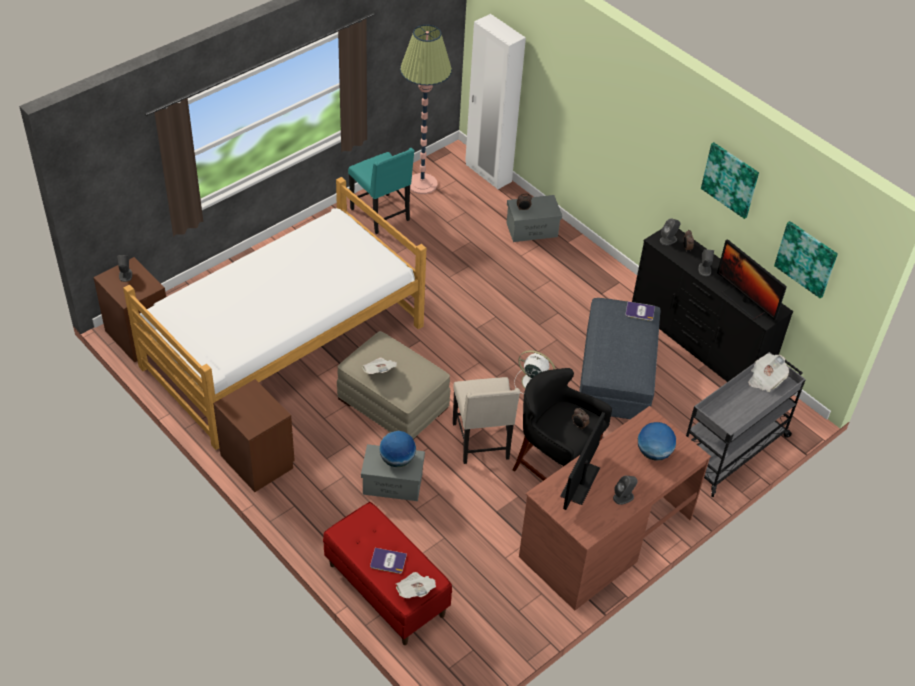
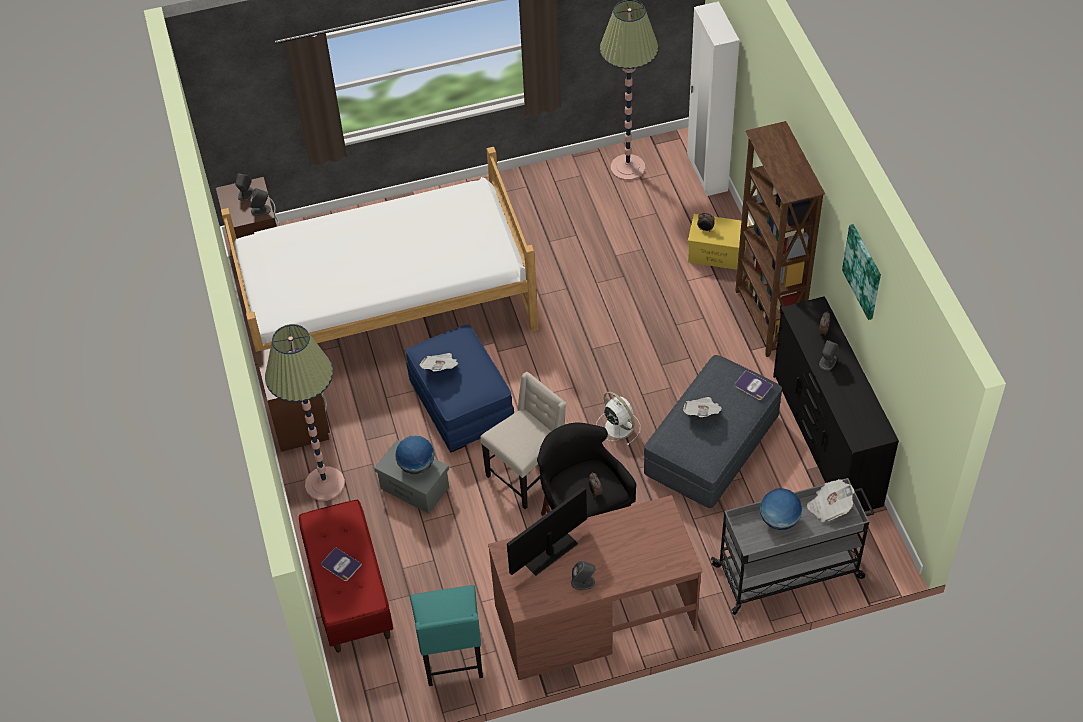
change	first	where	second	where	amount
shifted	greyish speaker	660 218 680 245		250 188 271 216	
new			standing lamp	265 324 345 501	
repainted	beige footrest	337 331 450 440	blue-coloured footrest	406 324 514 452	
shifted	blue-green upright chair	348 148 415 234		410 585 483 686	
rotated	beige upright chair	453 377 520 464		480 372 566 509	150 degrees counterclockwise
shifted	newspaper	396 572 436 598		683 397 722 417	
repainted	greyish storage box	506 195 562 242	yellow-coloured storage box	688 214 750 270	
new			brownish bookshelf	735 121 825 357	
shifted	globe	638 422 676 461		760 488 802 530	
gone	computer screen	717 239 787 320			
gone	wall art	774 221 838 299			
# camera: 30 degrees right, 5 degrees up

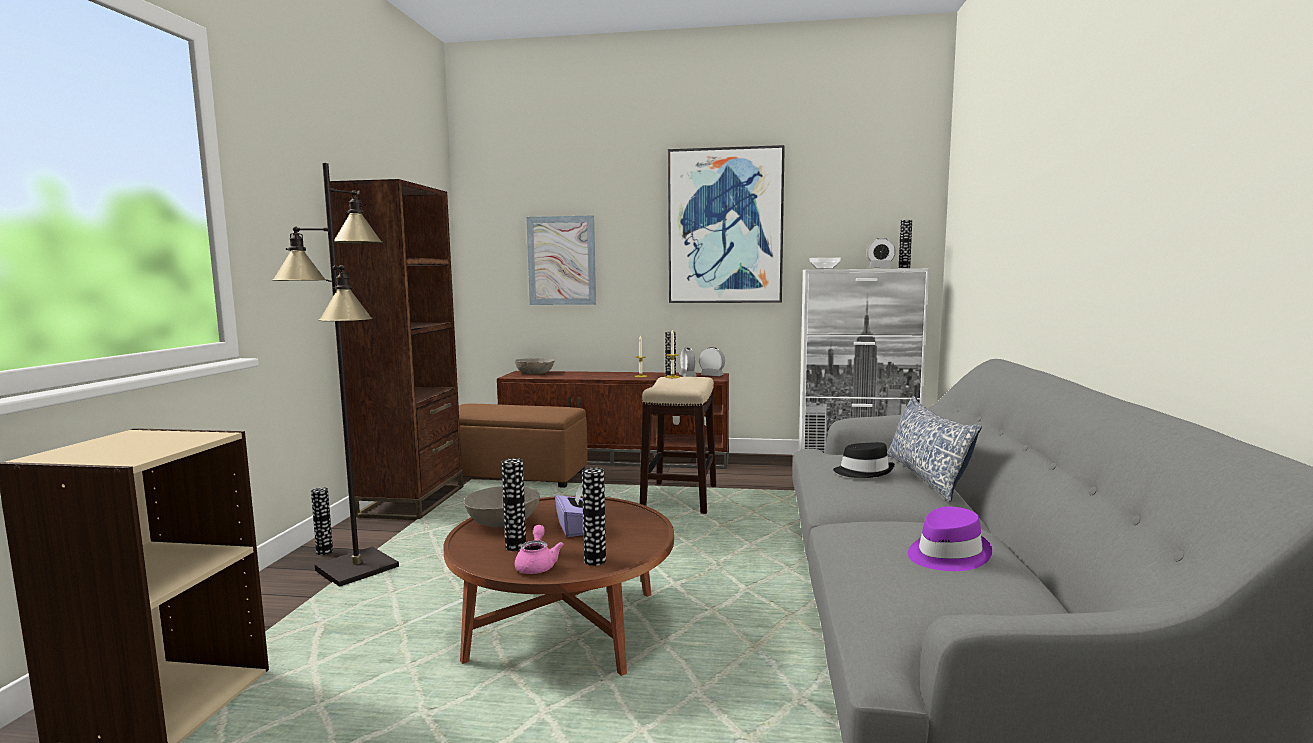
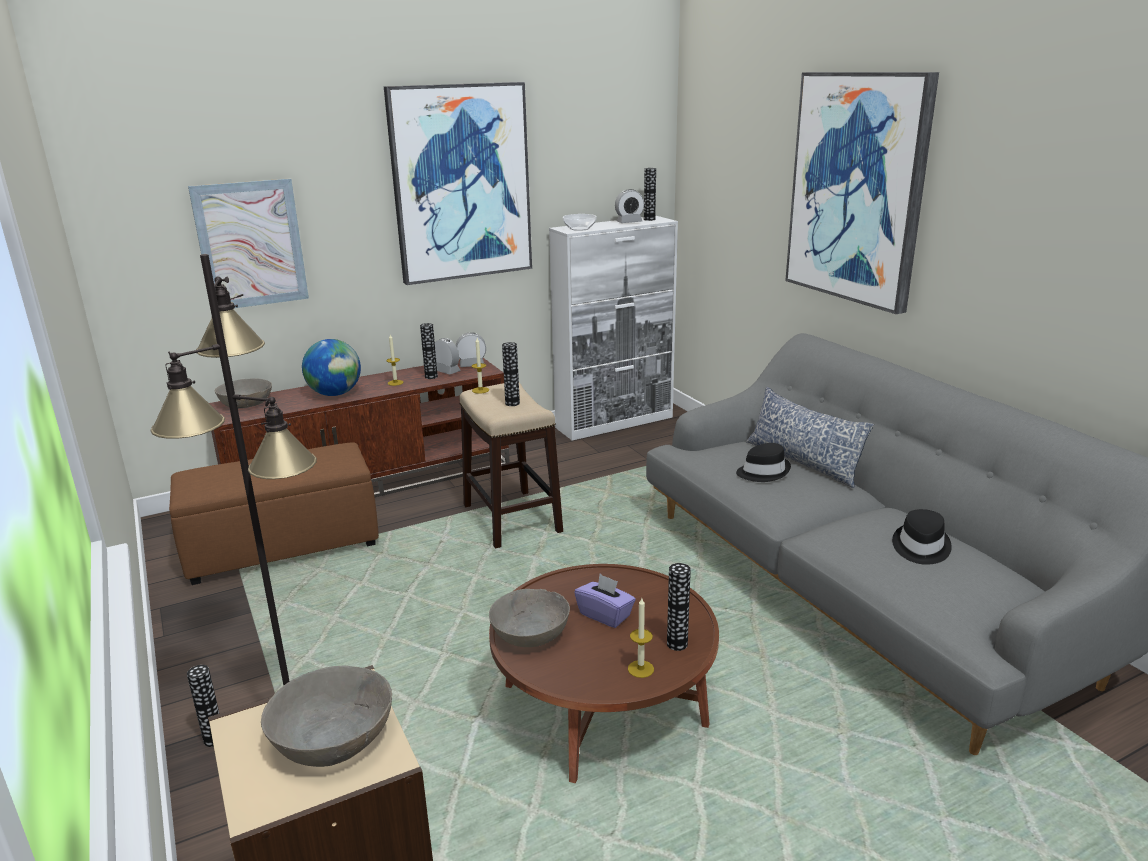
change	first	where	second	where	amount
new			greyish serving bowl	261 666 392 767	
new			globe	302 339 361 396	
shifted	decorative vase	501 458 526 551		502 342 520 406	
swapped	pinkish teapot	515 525 564 574	candle	628 598 654 678	
new			wall art	785 72 939 314	
repainted	purple clothing hat	908 507 992 571	black-coloured clothing hat	892 509 952 565	
gone	brownish bookshelf	330 179 463 520			
# camera: 35 degrees left, 15 degrees up

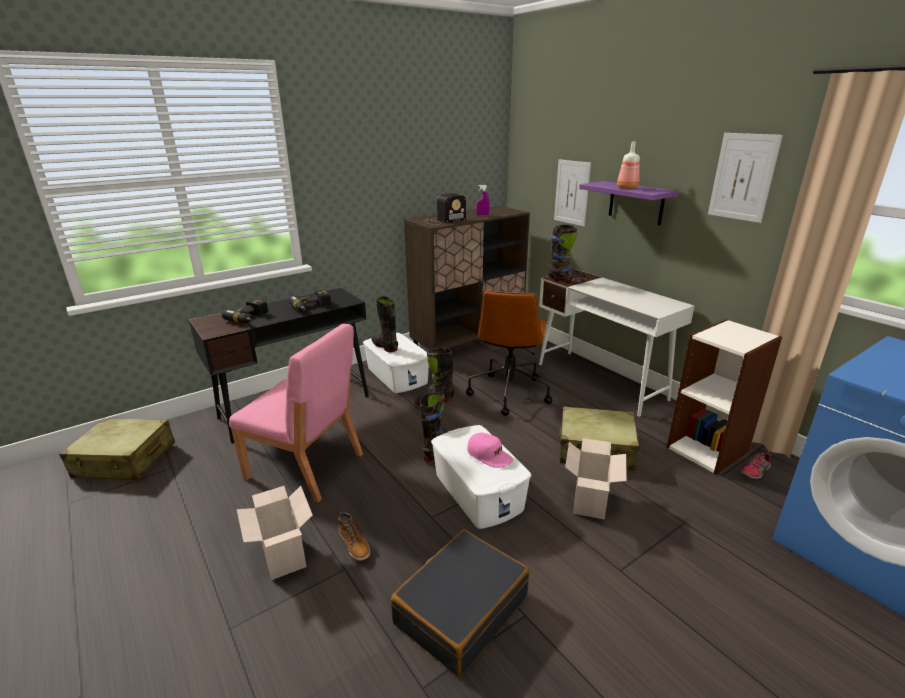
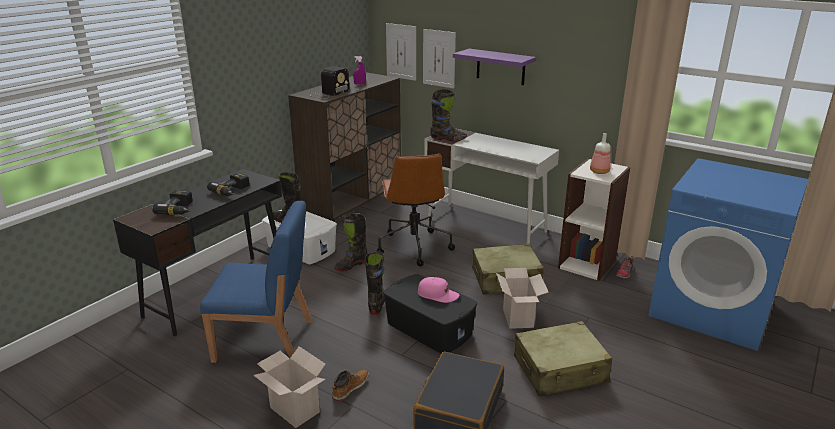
change	first	where	second	where	amount
repainted	pinkish upright chair	229 324 363 502	blue-coloured upright chair	200 201 313 363	
rotated	boot	338 512 370 561		332 370 369 401	90 degrees counterclockwise
repainted	whitish storage box	431 425 531 529	black-coloured storage box	383 274 478 353	
shifted	wall art	708 133 783 223		386 23 416 81	
shifted	beige travel case	60 418 175 480		514 321 612 397	
shifted	drink bottle	617 142 640 189		590 133 611 174	
# camera: 20 degrees left, 0 degrees up

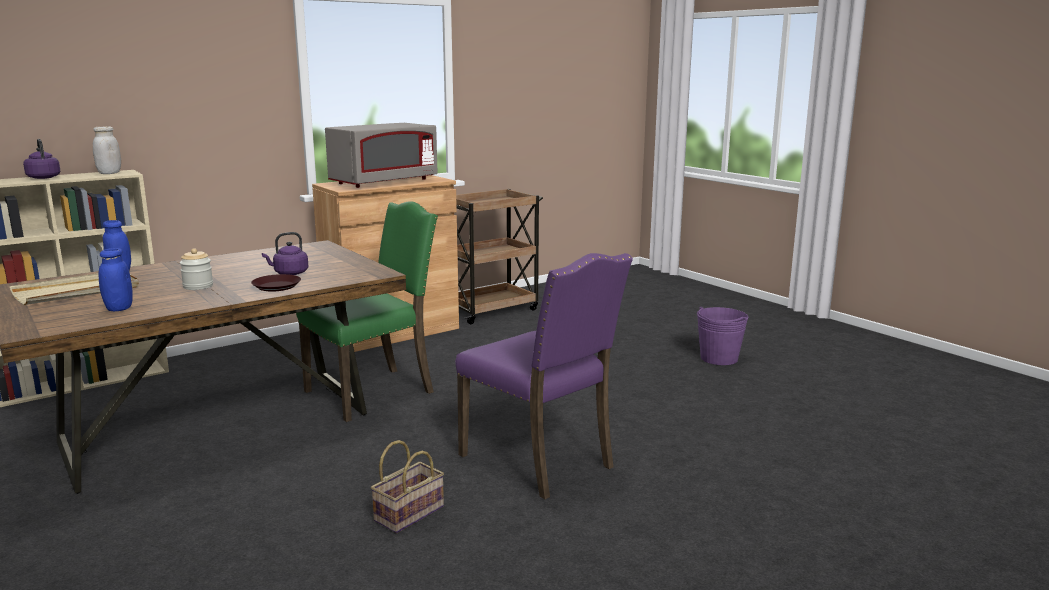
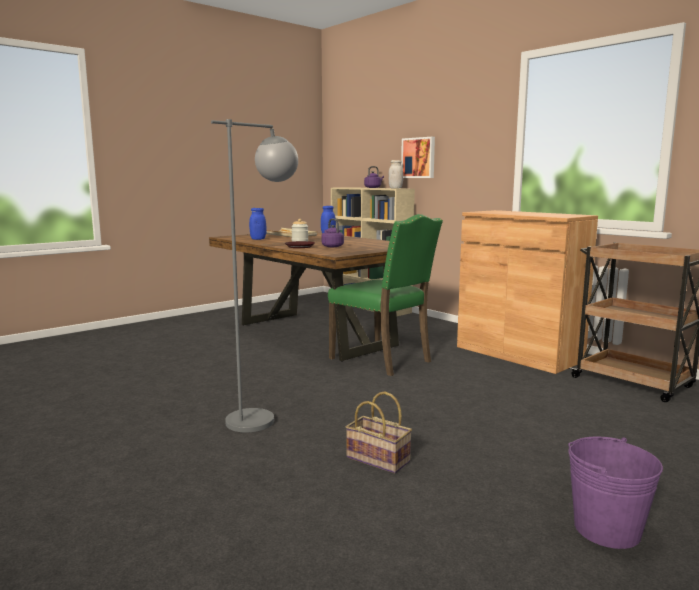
change	first	where	second	where	amount
swapped	purple upright chair	455 253 633 499	greyish standing lamp	211 119 298 433	
shifted	storage basket	371 440 444 533		346 391 412 473	
new			wall art	401 137 435 178	
gone	greyish microwave oven	325 123 437 188			
# camera: 85 degrees right, 5 degrees down

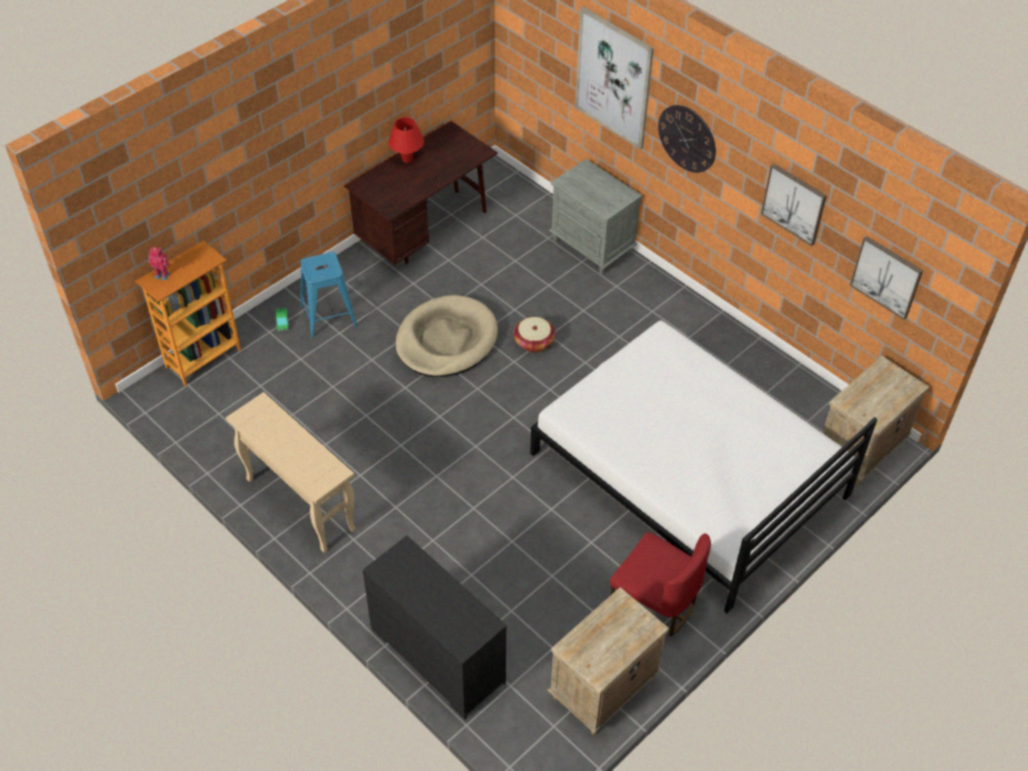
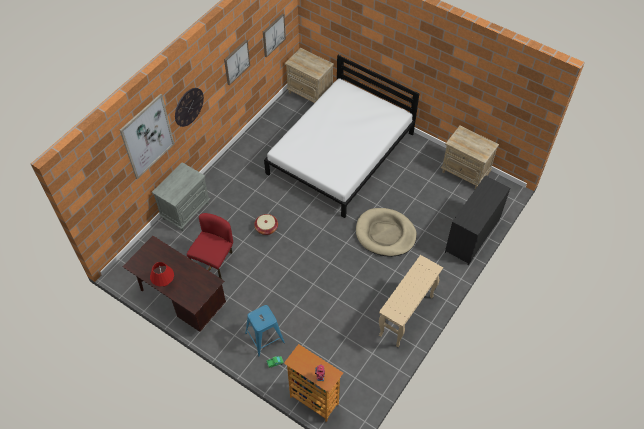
change	first	where	second	where	amount
shifted	red-coloured upright chair	610 532 711 637		187 213 233 279	
shifted	beige dog bed	396 295 498 377		356 208 417 257	
# camera: 100 degrees left, 5 degrees up

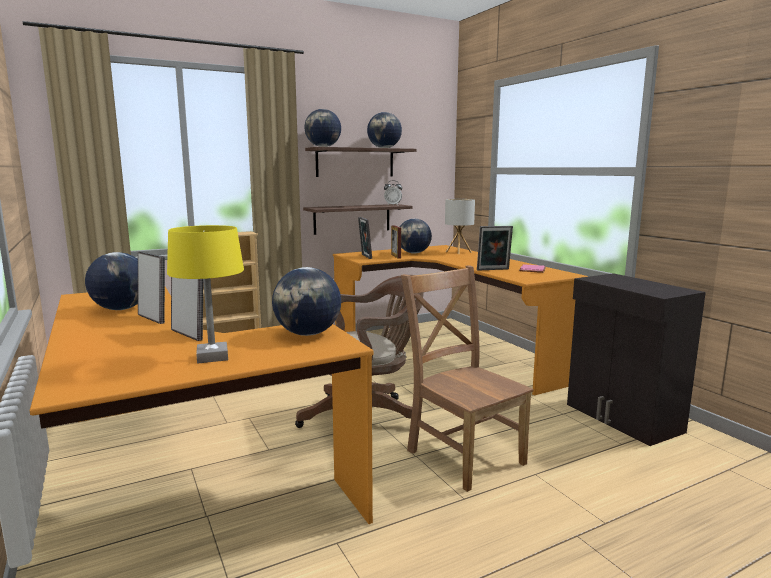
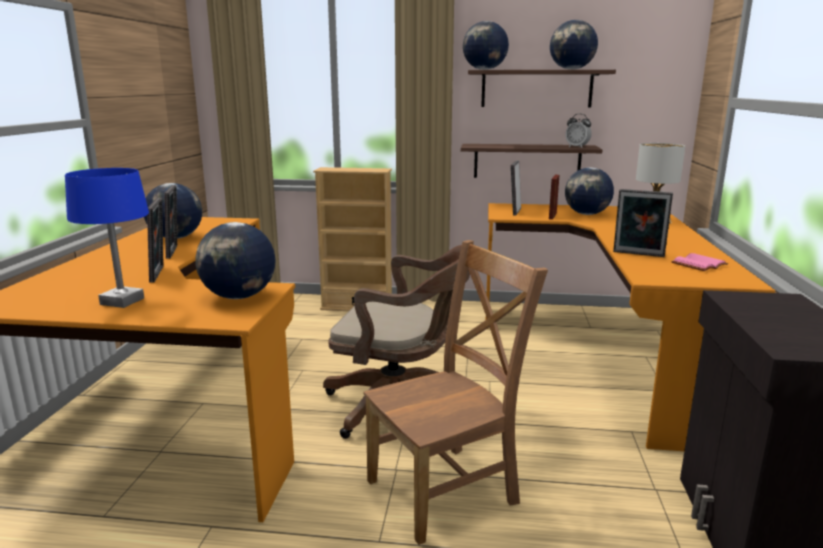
change	first	where	second	where	amount
repainted	yellow-coloured tabletop lamp	167 225 244 363	blue-coloured tabletop lamp	65 168 149 308	
rotated	brownish upright chair	401 265 534 492		363 240 548 545	60 degrees clockwise
# camera: 35 degrees right, 5 degrees up

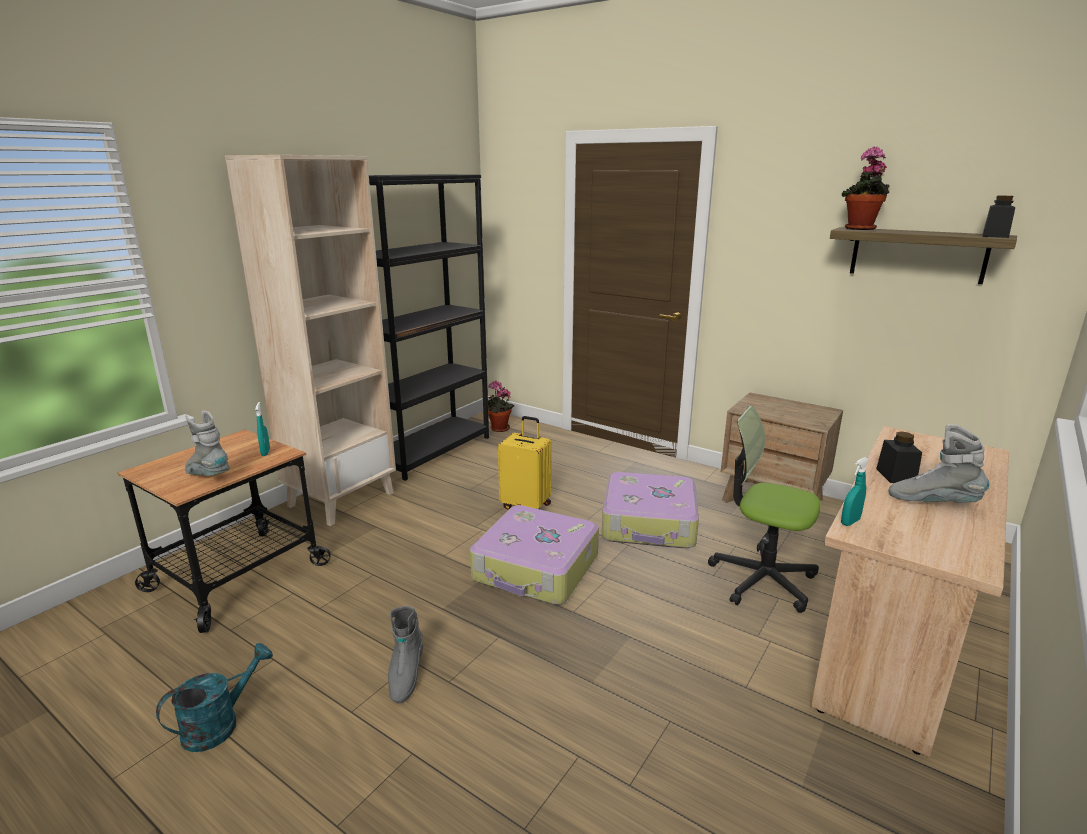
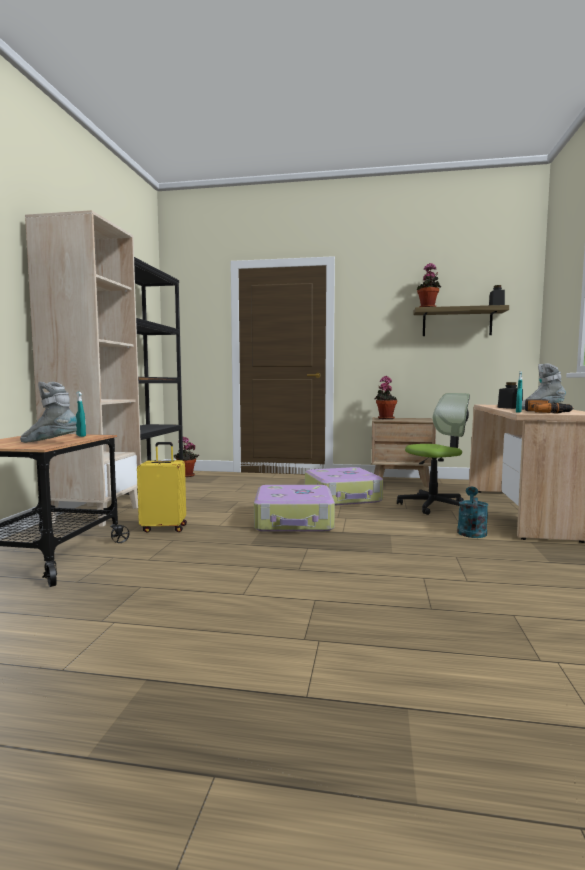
change	first	where	second	where	amount
shifted	yellow-coloured travel case	498 416 551 510		137 442 187 533	
new			potted plant	374 376 397 419	
rotated	office chair	708 406 821 613		397 393 470 515	150 degrees clockwise
shifted	blue-green watering can	156 643 273 752		457 487 488 538	
new			drill	525 399 574 413	
gone	greyish boot	388 606 423 703			
# camera: 25 degrees left, 15 degrees down

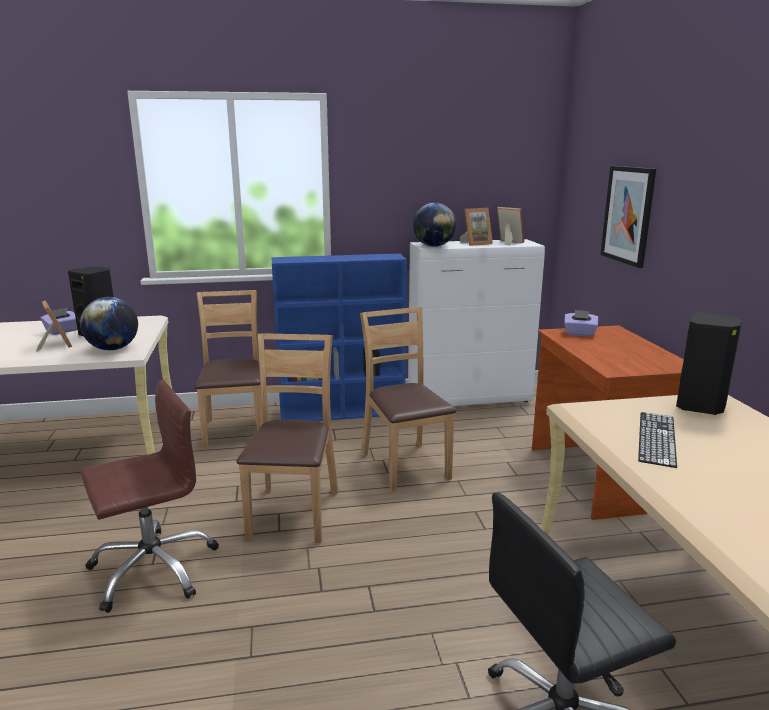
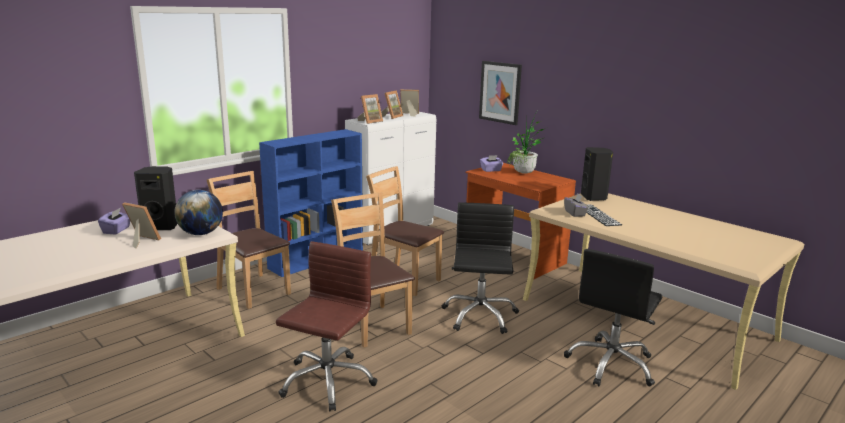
change	first	where	second	where	amount
swapped	globe	413 203 456 247	standing frame	357 94 383 124	
new			black-coloured office chair	442 203 519 334	
new			potted plant	507 114 549 173	
new			greyish box of tissues	564 194 589 217	
# camera: 35 degrees left, 0 degrees up

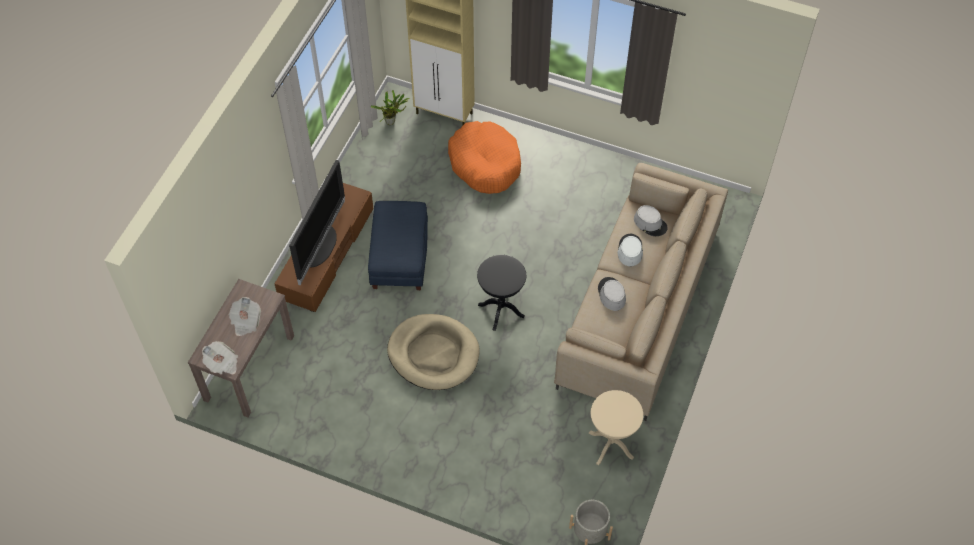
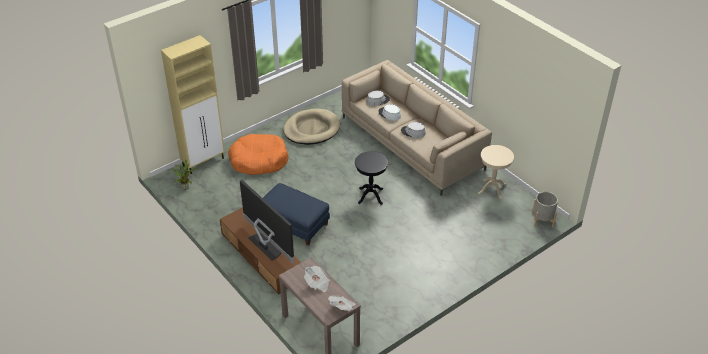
change	first	where	second	where	amount
shifted	beige dog bed	387 314 480 390		283 109 340 145	
# camera: 60 degrees left, 15 degrees down

